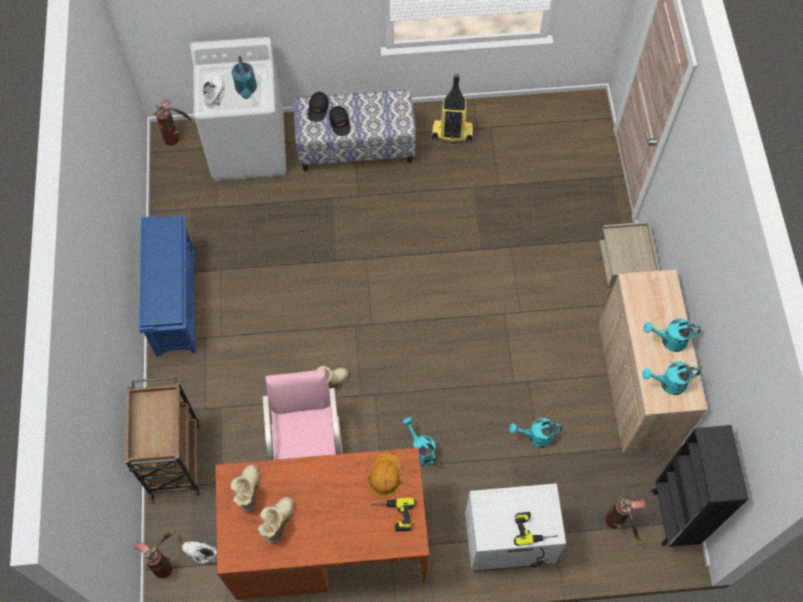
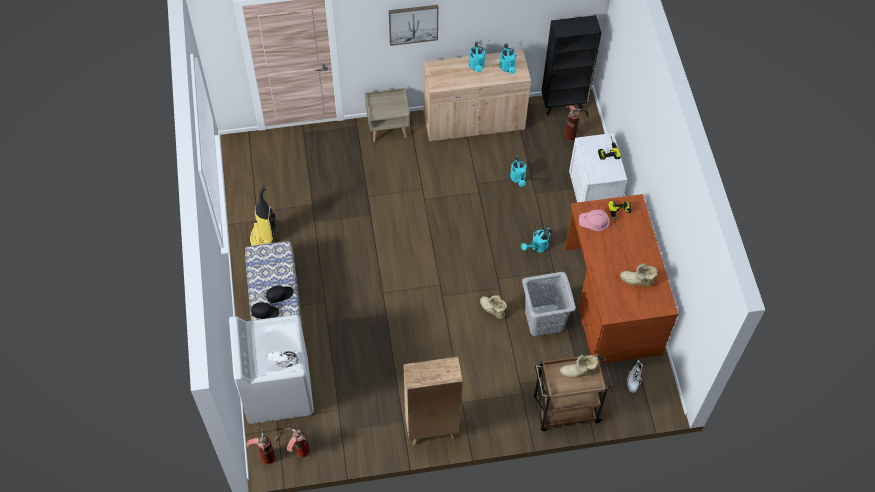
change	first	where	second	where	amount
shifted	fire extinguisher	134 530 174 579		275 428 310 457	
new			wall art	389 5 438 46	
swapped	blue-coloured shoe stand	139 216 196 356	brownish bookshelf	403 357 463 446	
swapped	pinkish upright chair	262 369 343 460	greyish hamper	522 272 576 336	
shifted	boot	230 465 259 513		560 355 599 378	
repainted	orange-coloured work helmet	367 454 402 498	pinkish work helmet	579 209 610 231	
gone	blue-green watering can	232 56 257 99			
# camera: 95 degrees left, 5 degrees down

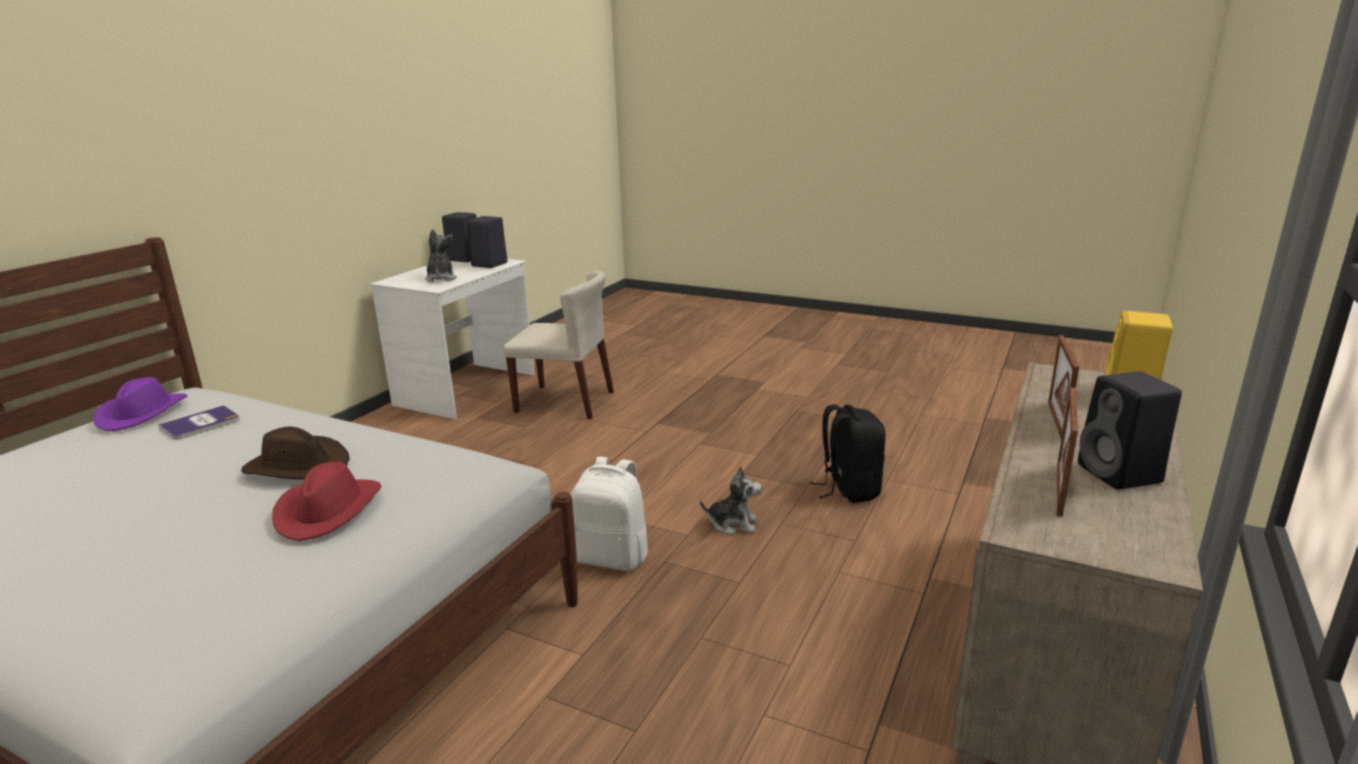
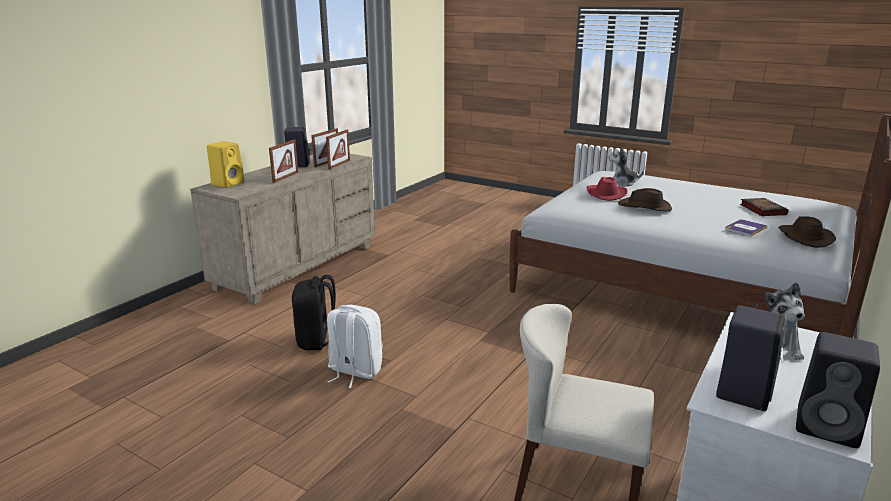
change	first	where	second	where	amount
new			standing frame	326 129 350 169	
shifted	whitish rucksack	570 456 648 571		327 305 383 388	
shifted	soft toy	700 466 762 535		609 148 644 186	
new			bound book	740 198 788 216	
repainted	purple clothing hat	94 377 187 431	brownish clothing hat	778 216 836 248	
# camera: 175 degrees left, 0 degrees up

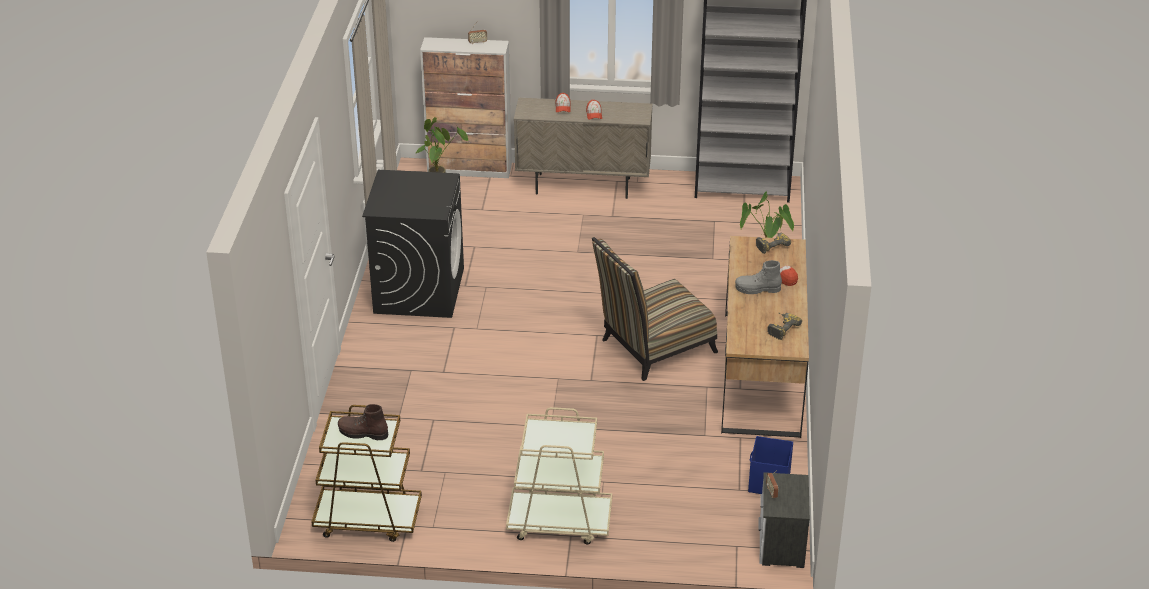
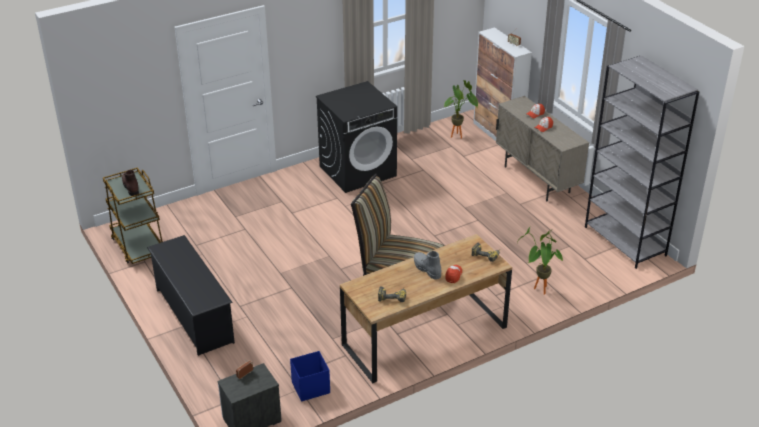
change	first	where	second	where	amount
swapped	beige wheeled cart	506 407 612 544	black-coloured shoe stand	147 235 235 356	
# camera: 55 degrees right, 0 degrees up

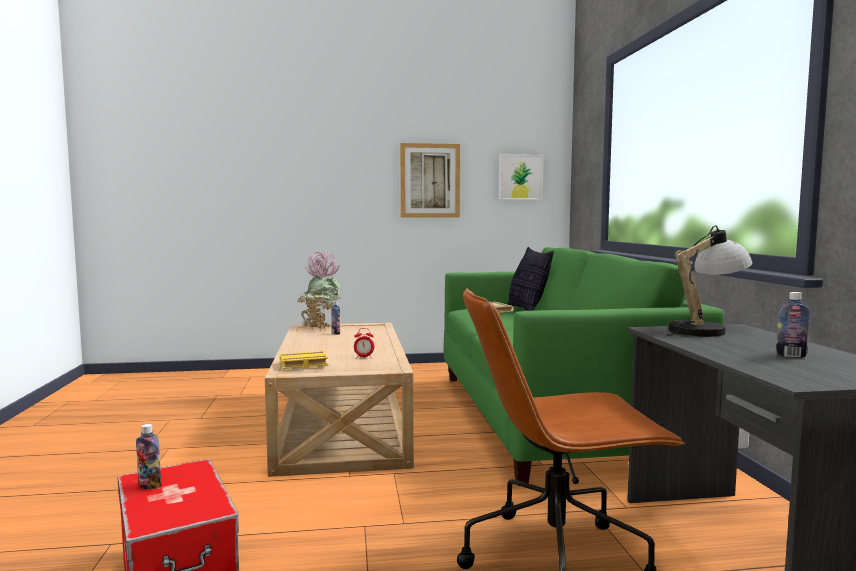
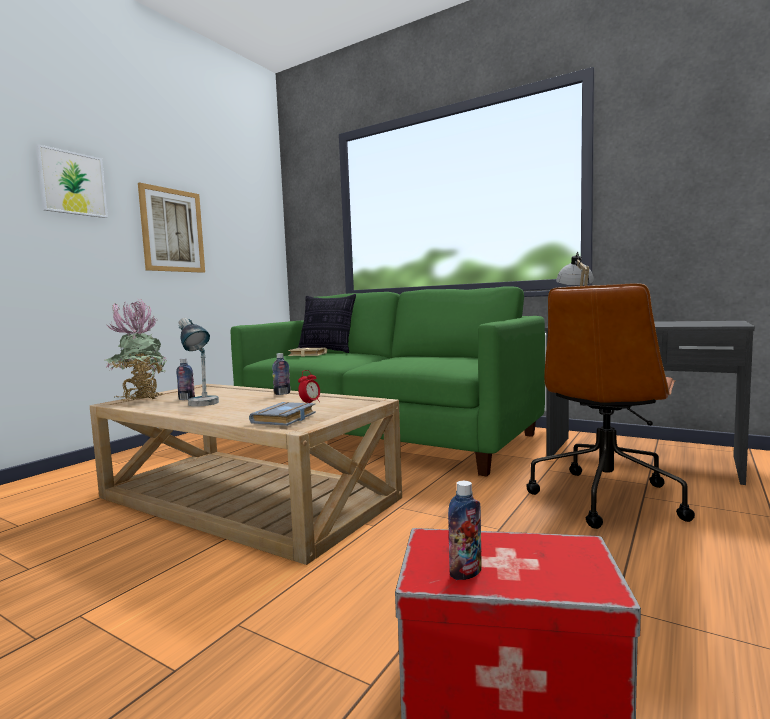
change	first	where	second	where	amount
shifted	wall art	499 154 544 200		36 144 108 218	
new			tabletop lamp	178 318 219 407	
repainted	yellow-coloured bound book	280 351 329 369	greyish bound book	249 402 316 426	
shifted	drink bottle	776 292 810 358		272 353 291 395	
# camera: 50 degrees left, 0 degrees up

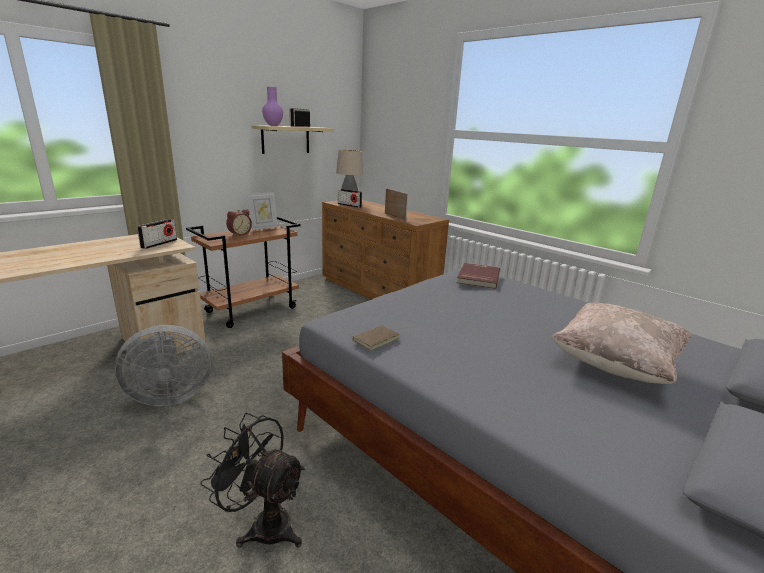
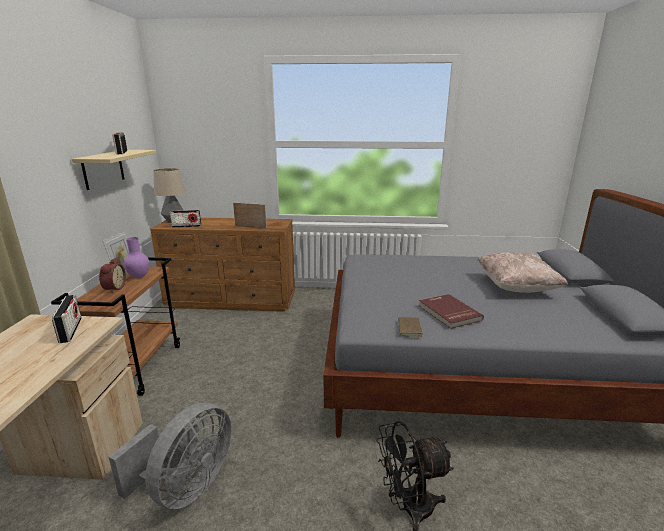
change	first	where	second	where	amount
shifted	purple decorative vase	262 87 283 126		124 237 149 278	
shifted	red-coloured bound book	457 263 500 289		419 294 484 329	
# camera: 40 degrees left, 0 degrees up

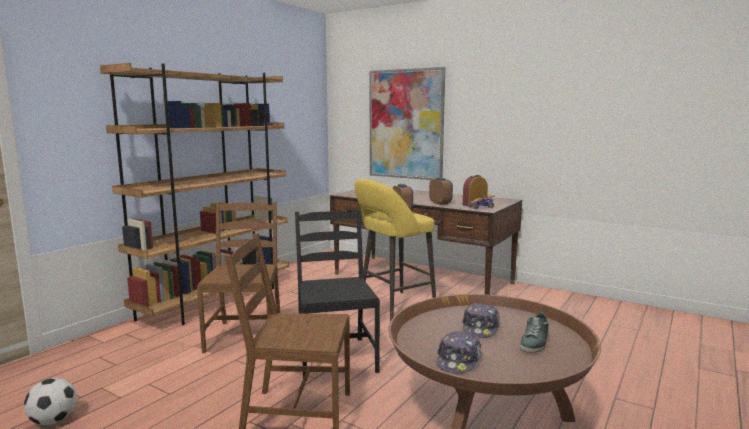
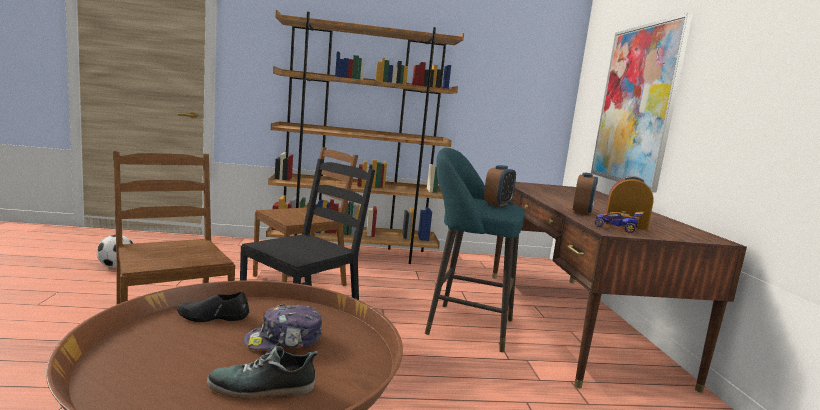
change	first	where	second	where	amount
new			black-coloured shoe	177 291 249 322	
repainted	yellow-coloured stool	355 179 436 321	blue-green stool	425 147 525 352	
gone	baseball cap	436 330 482 374			
# camera: 50 degrees right, 0 degrees up

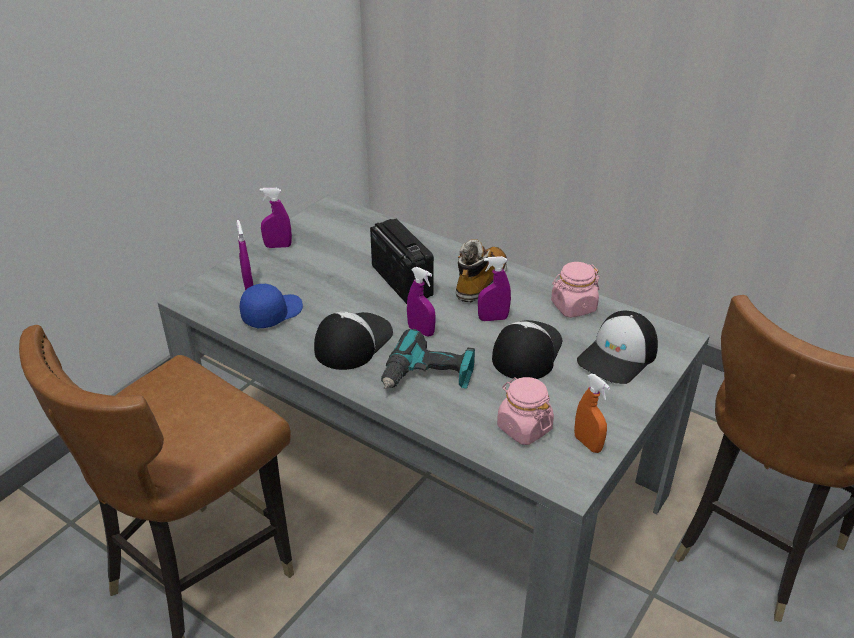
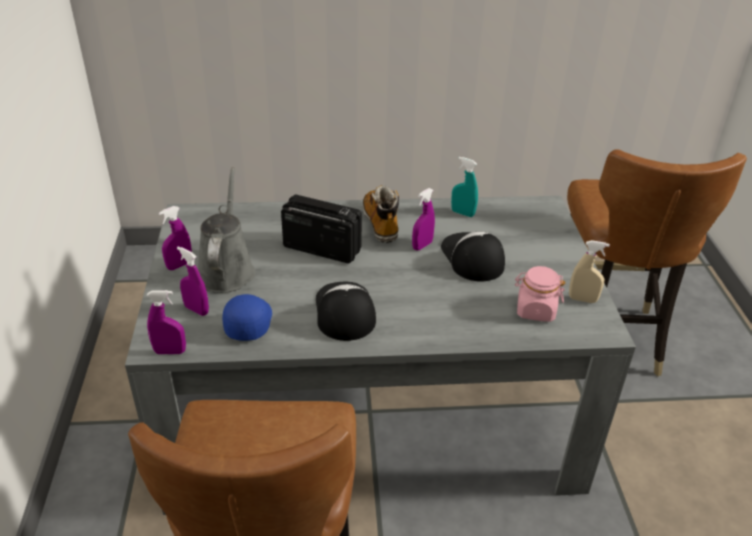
change	first	where	second	where	amount
shifted	purple hand sprayer	407 267 436 336		147 290 186 354	
new			greyish watering can	198 167 255 293	
swapped	pinkish storage jar	551 262 600 318	blue-green hand sprayer	451 157 478 217	
repainted	orange-coloured hand sprayer	574 374 610 453	beige hand sprayer	569 240 610 303	
gone	drill	381 329 475 389			
gone	baseball cap	577 311 658 384			
# camera: 40 degrees left, 0 degrees up

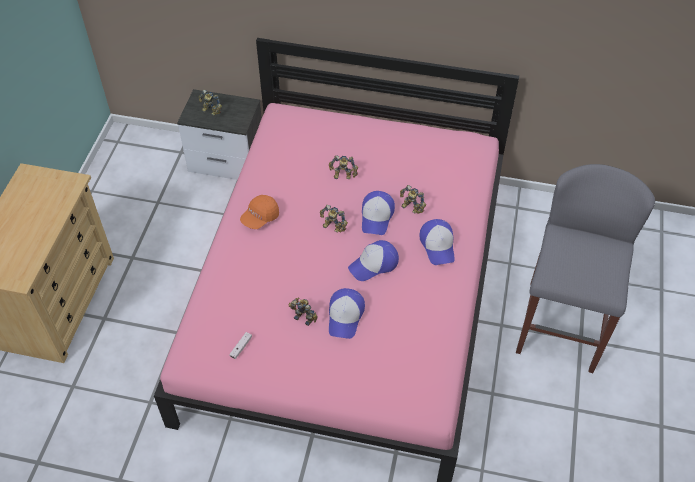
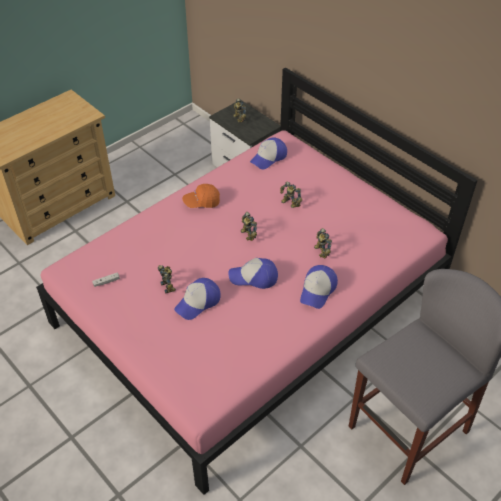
change	first	where	second	where	amount
shifted	baseball cap	362 191 395 235		250 137 287 169	
# camera: 35 degrees right, 5 degrees down

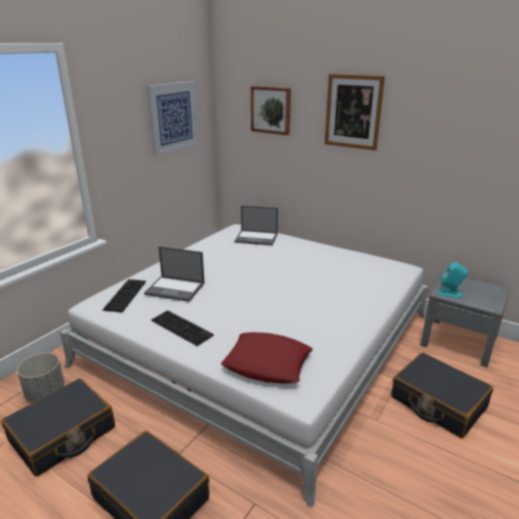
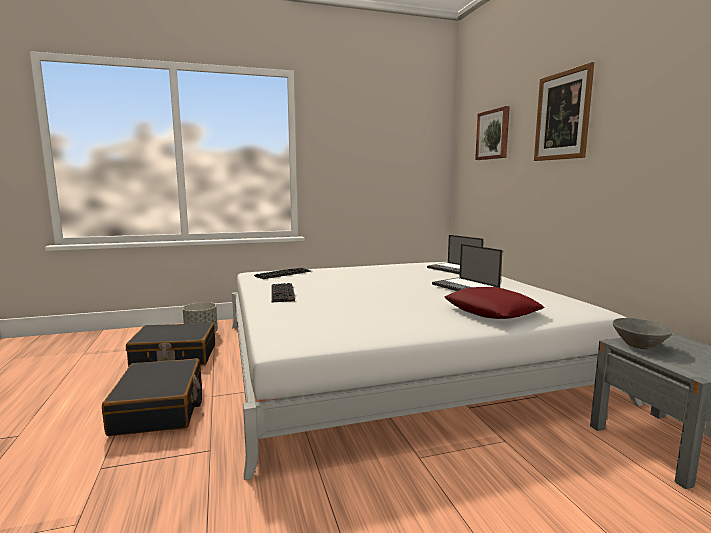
change	first	where	second	where	amount
shifted	notebook computer	144 247 205 302		432 244 502 291	
shifted	red-coloured pillow	221 332 313 383		445 287 545 319	
swapped	blue-green speaker	438 262 468 298	greyish serving bowl	613 318 672 349	
gone	wall art	146 81 199 156			
gone	black-coloured travel case	391 352 493 438			
# camera: 40 degrees right, 15 degrees down

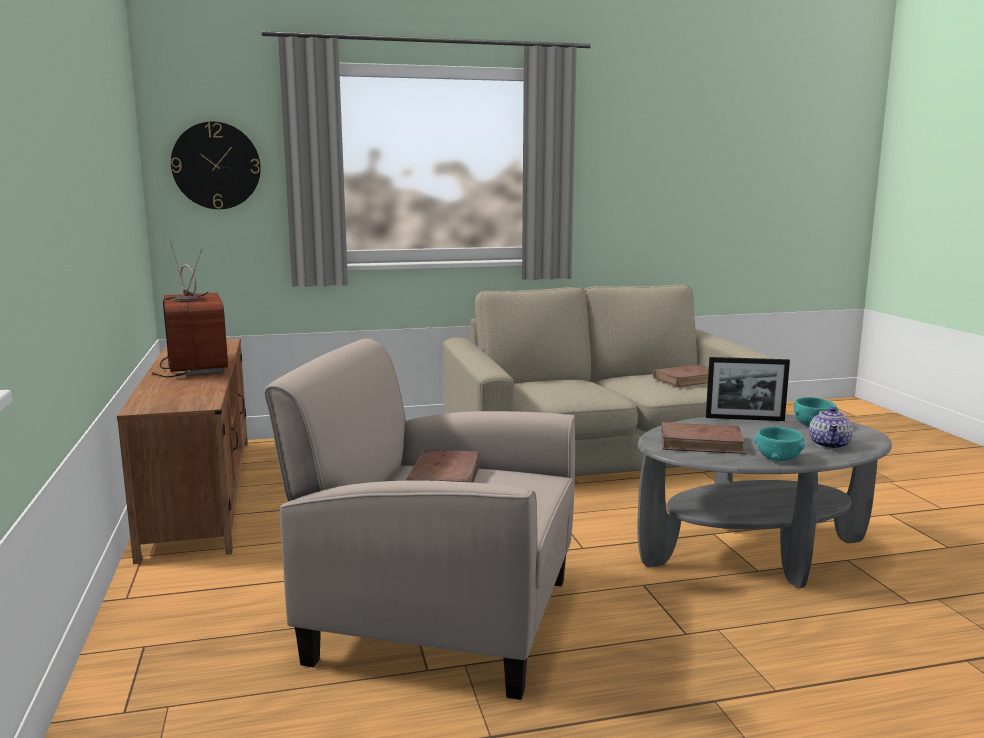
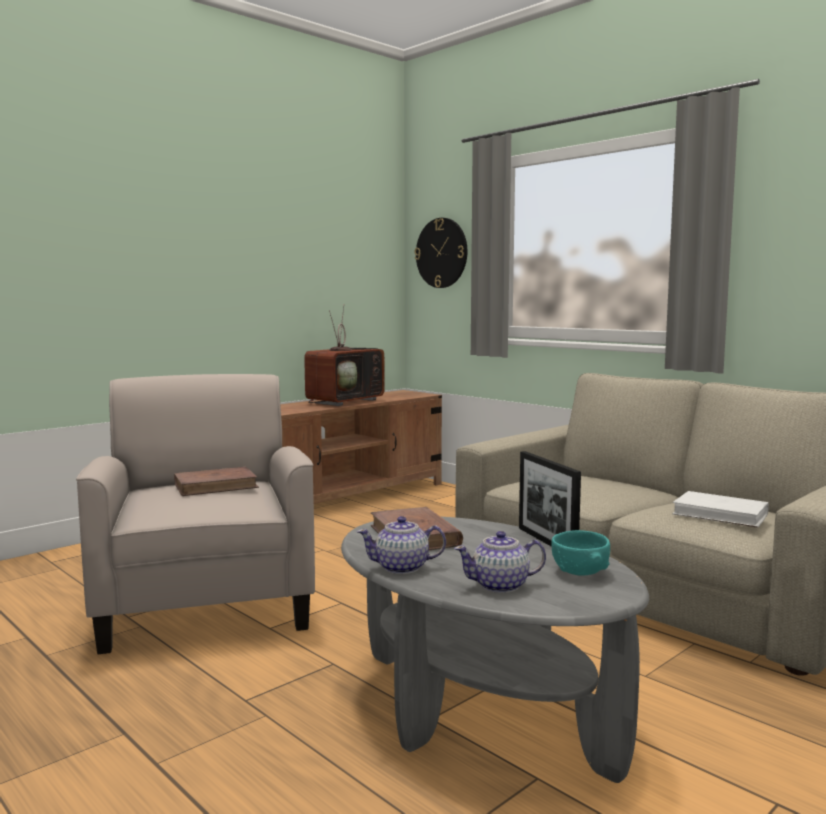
change	first	where	second	where	amount
swapped	blue-green serving bowl	754 427 805 461	teapot	357 516 446 574	
repainted	brownish bound book	653 365 709 387	whitish bound book	672 491 769 528	
# camera: 60 degrees right, 5 degrees down

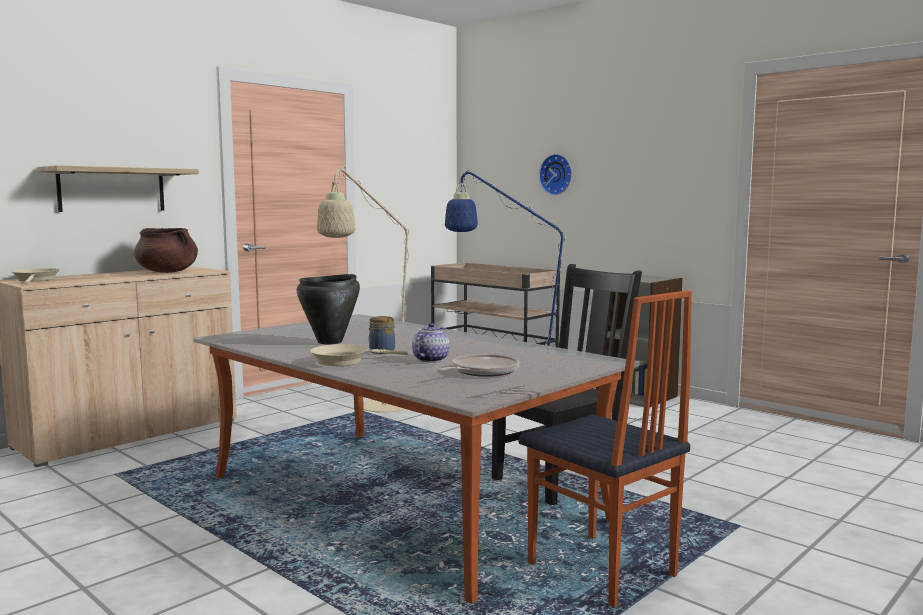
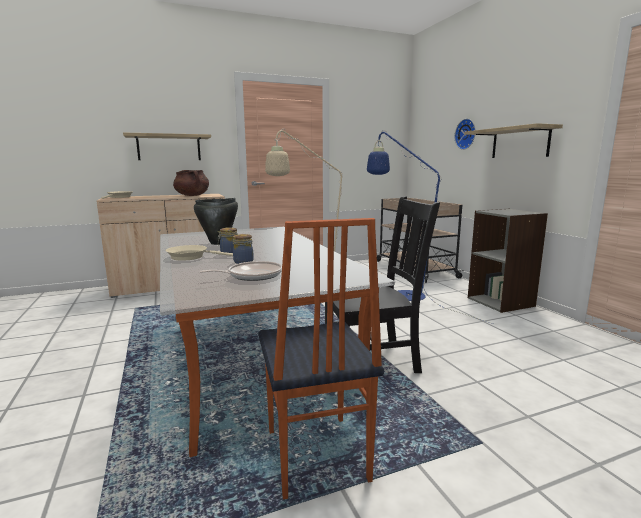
change	first	where	second	where	amount
swapped	teapot	412 323 450 362	storage jar	233 234 254 264	
new			shelf	464 123 563 158	
# camera: 25 degrees right, 5 degrees up

